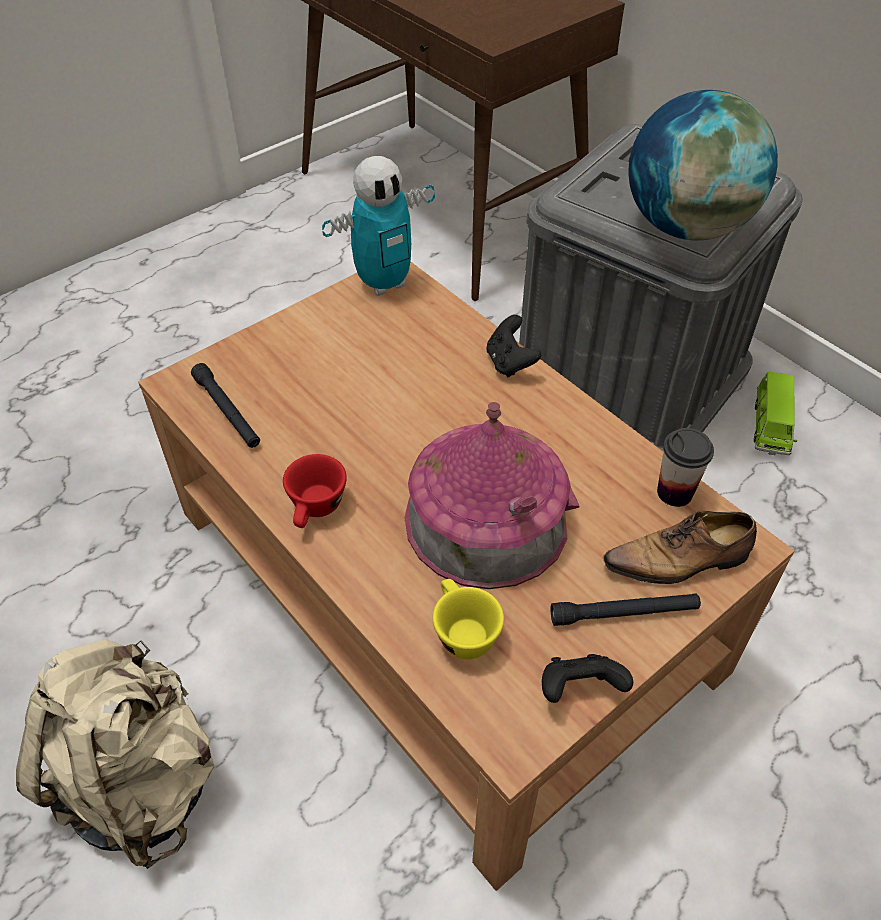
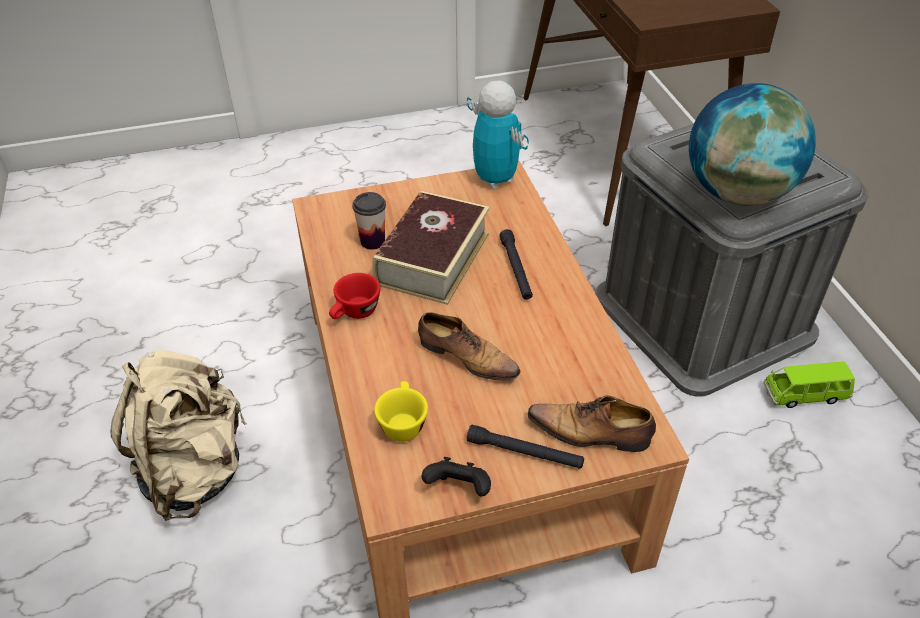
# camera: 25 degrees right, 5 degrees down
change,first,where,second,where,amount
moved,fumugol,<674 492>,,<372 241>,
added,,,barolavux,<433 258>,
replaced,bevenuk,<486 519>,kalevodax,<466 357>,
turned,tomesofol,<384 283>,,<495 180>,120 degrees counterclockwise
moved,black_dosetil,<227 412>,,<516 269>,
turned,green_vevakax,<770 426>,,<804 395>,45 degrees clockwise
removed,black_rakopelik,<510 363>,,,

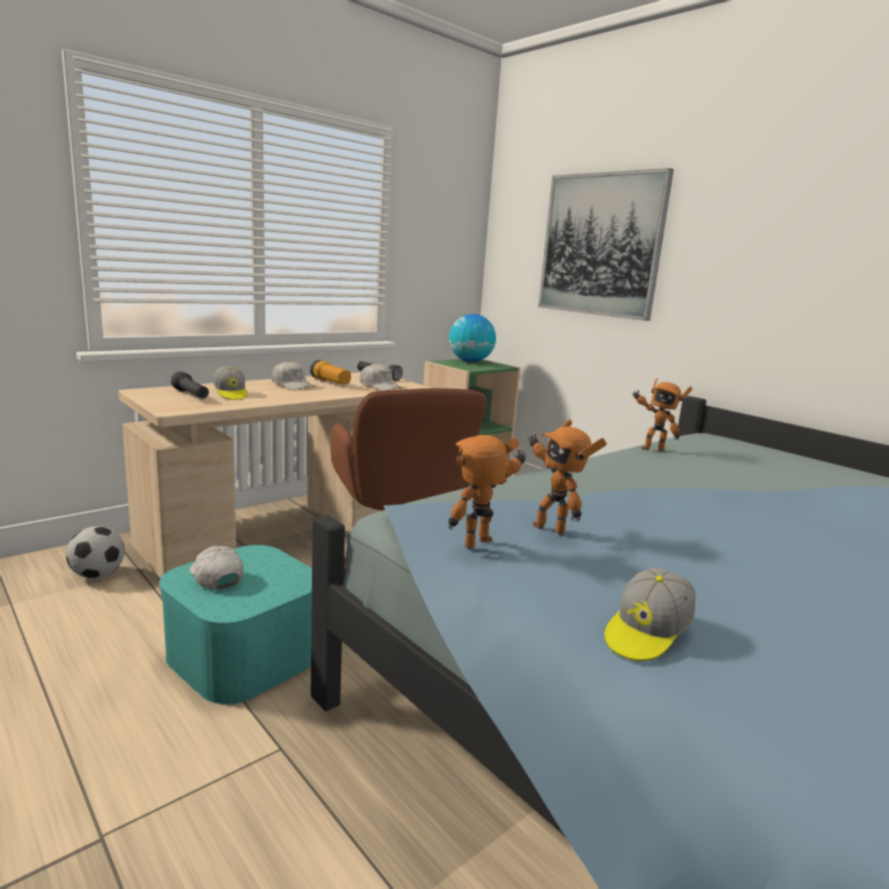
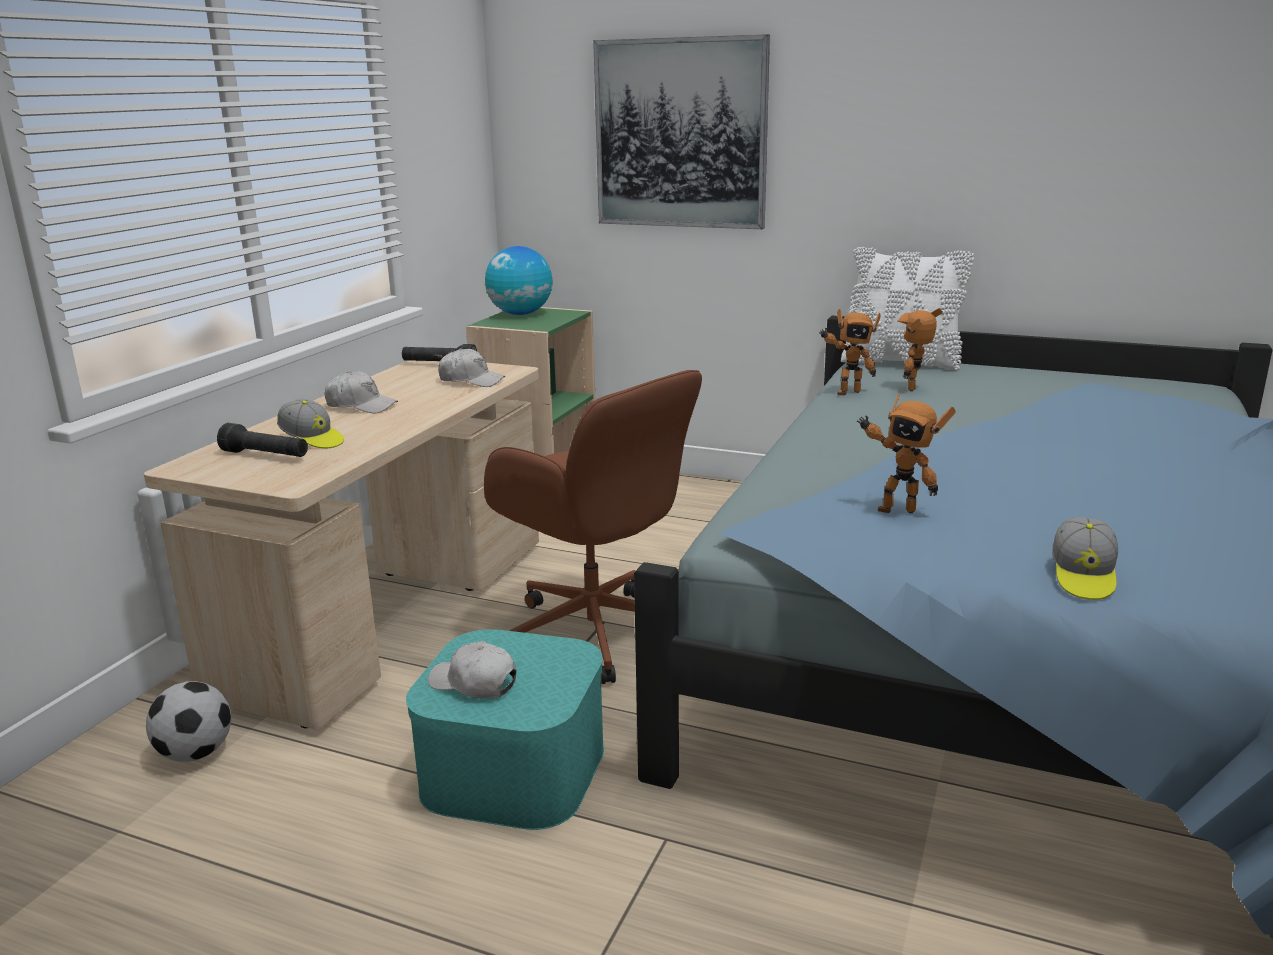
# camera: 25 degrees left, 5 degrees up
change,first,where,second,where,amount
added,,,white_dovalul,<901 362>,
moved,tomesofol,<482 546>,,<915 388>,
removed,dosetil,<330 382>,,,

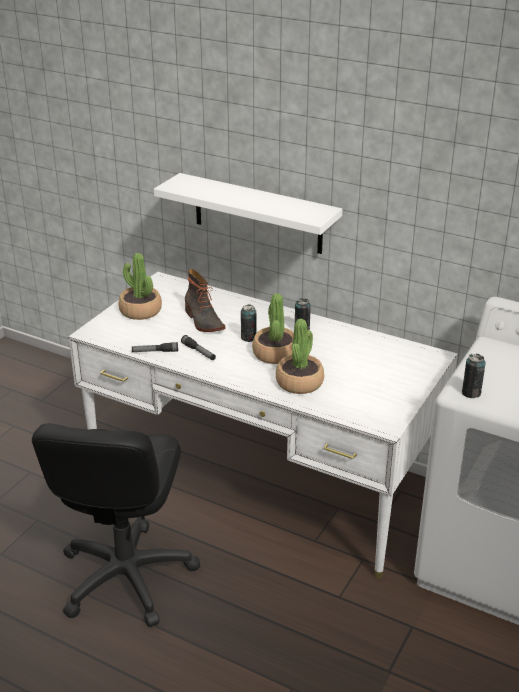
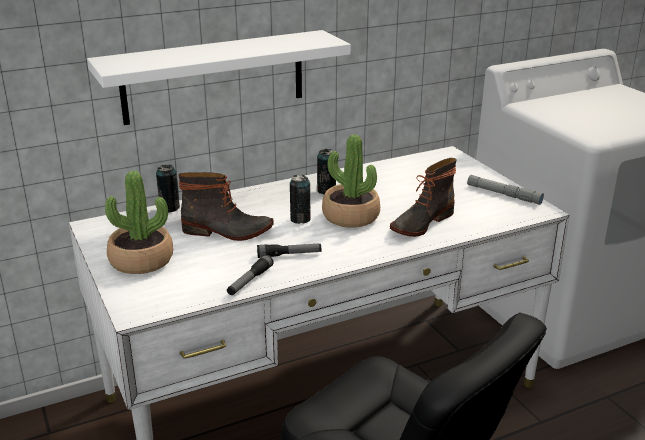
# camera: 55 degrees left, 5 degrees down
change,first,where,second,where,amount
moved,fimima,<471 393>,,<169 208>,
replaced,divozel,<299 382>,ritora,<421 223>,
added,,,grey_dosetil,<504 194>,

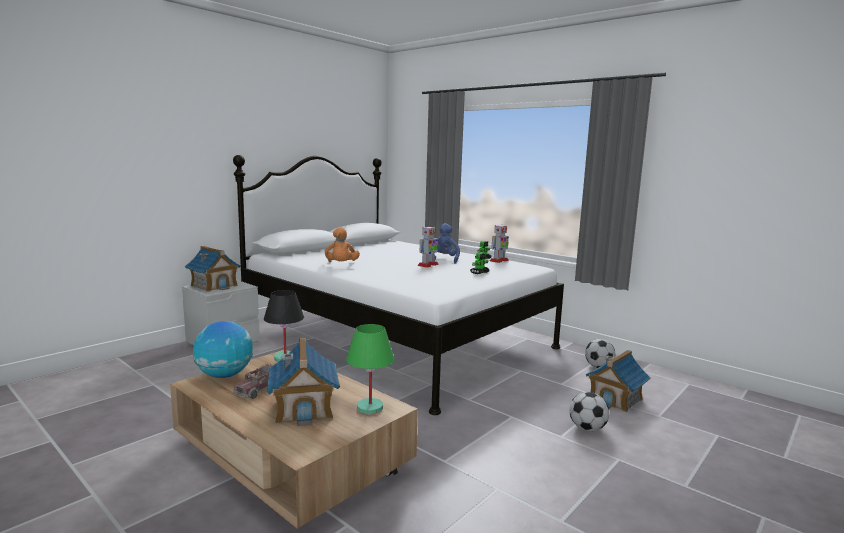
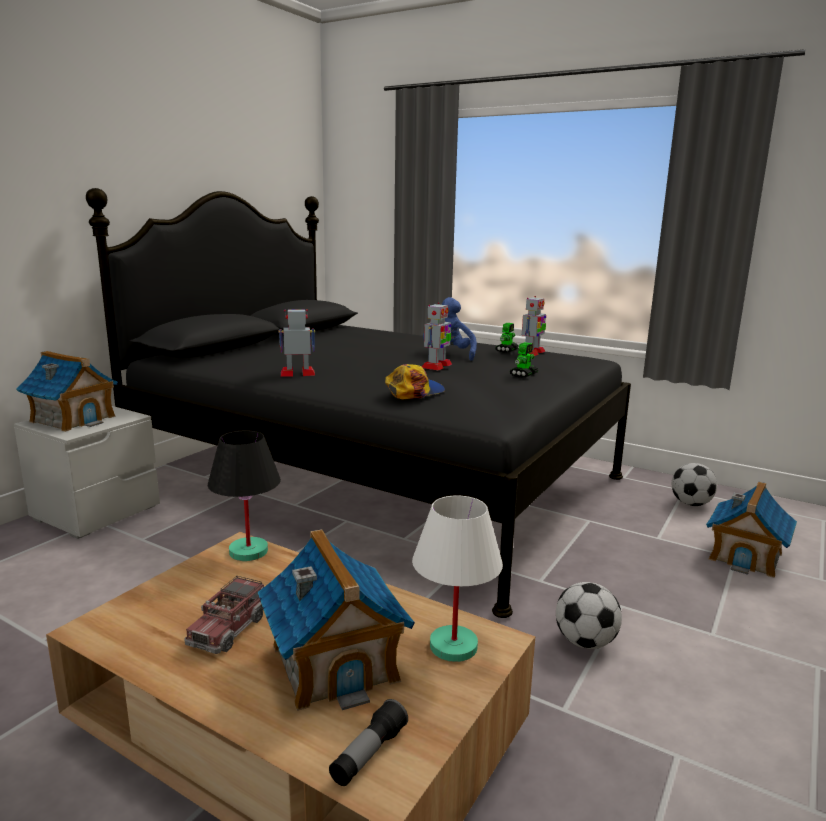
# camera: 10 degrees left, 5 degrees up
change,first,where,second,where,amount
recoloured,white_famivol,<396 339>,black_famivol,<379 481>,
replaced,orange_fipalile,<341 265>,tomesofol,<298 373>,
added,,,dosetil,<368 754>,
added,,,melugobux,<414 391>,
recoloured,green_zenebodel,<369 408>,white_zenebodel,<453 647>,
moved,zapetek,<587 428>,,<585 642>,
removed,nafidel,<224 375>,,,

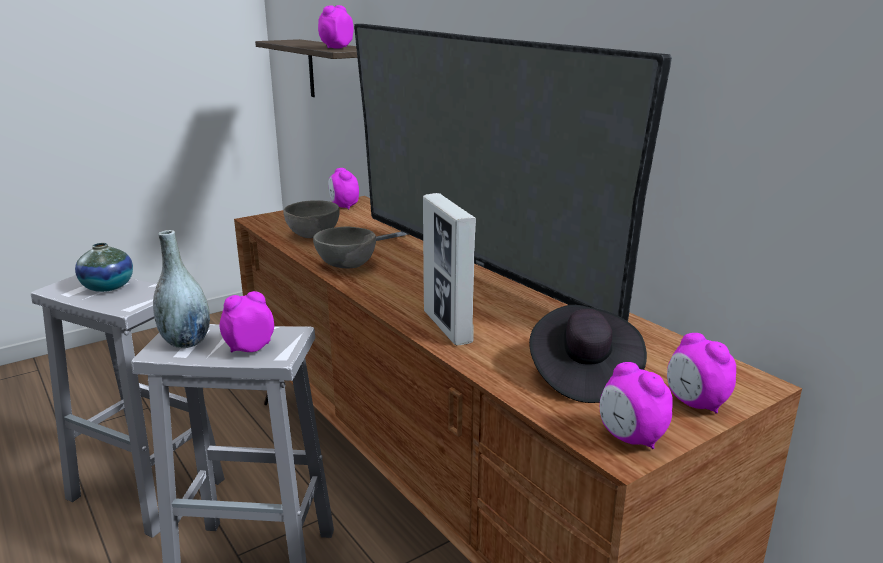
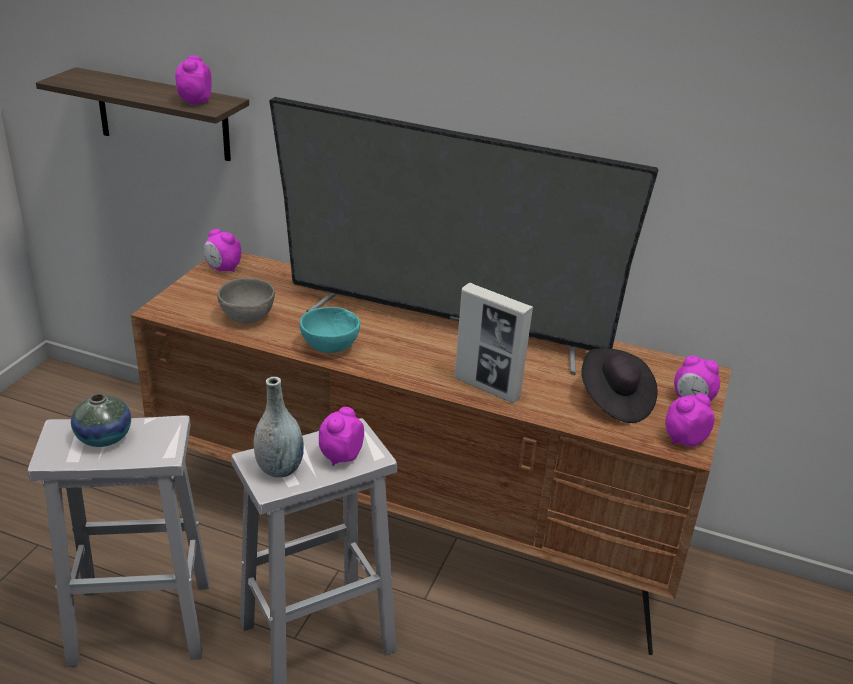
# camera: 35 degrees left, 10 degrees up
change,first,where,second,where,amount
recoloured,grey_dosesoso,<346 266>,turquoise_dosesoso,<331 348>,
turned,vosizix,<630 438>,,<684 439>,135 degrees clockwise

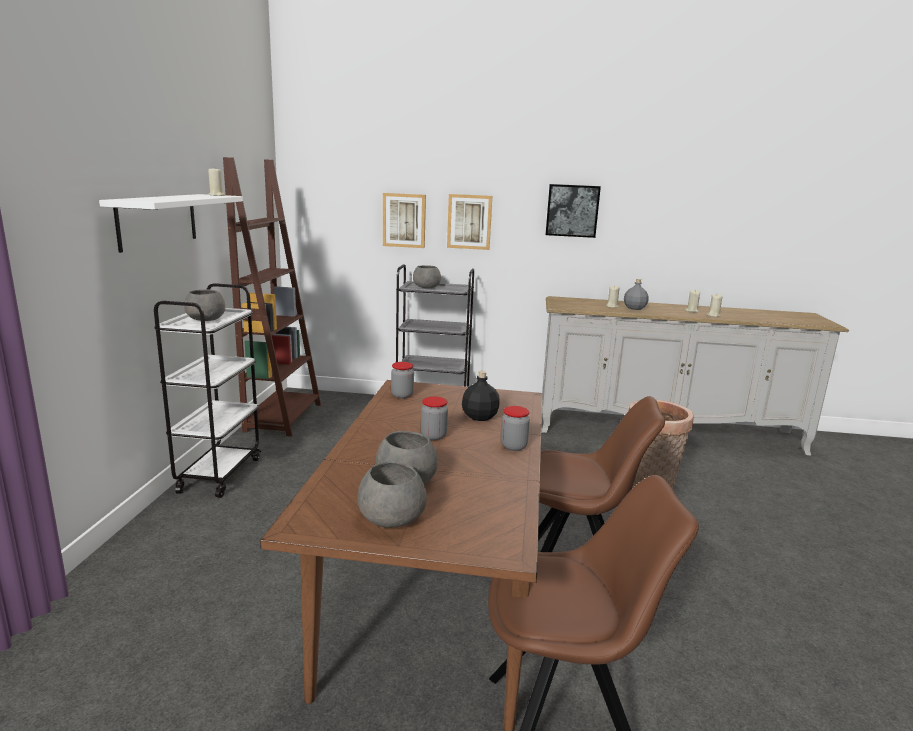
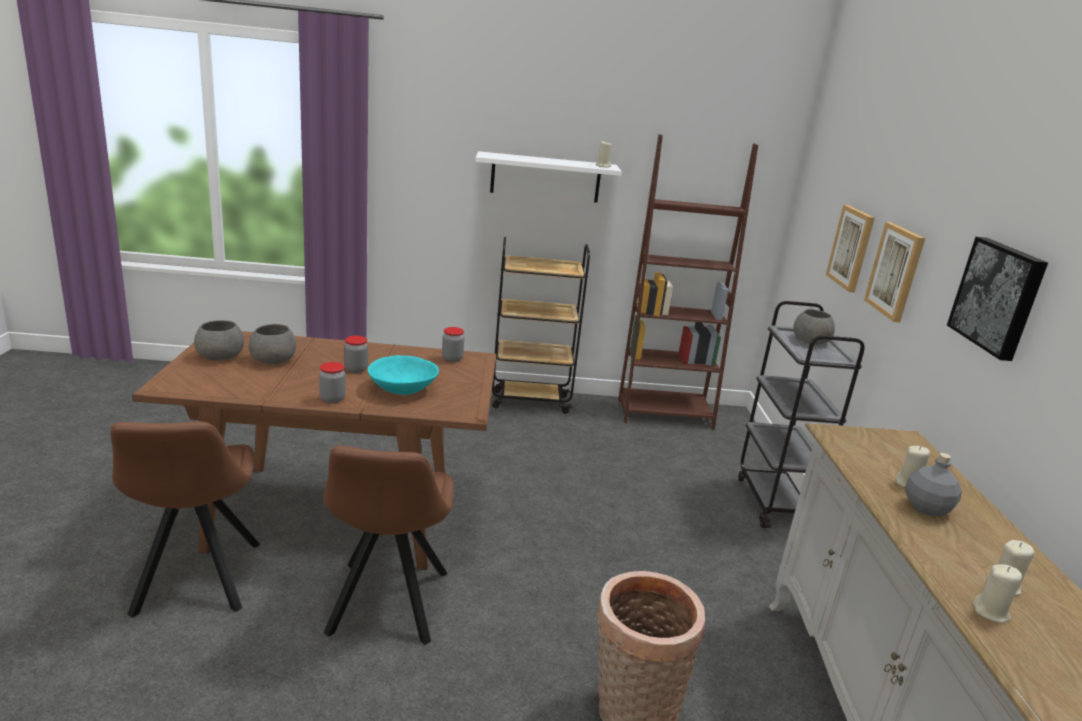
# camera: 80 degrees right, 5 degrees up
change,first,where,second,where,amount
replaced,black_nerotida,<480 417>,turquoise_dosesoso,<403 389>,
recoloured,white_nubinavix,<219 475>,brown_nubinavix,<531 402>,
removed,grey_dosesoso,<206 319>,,,

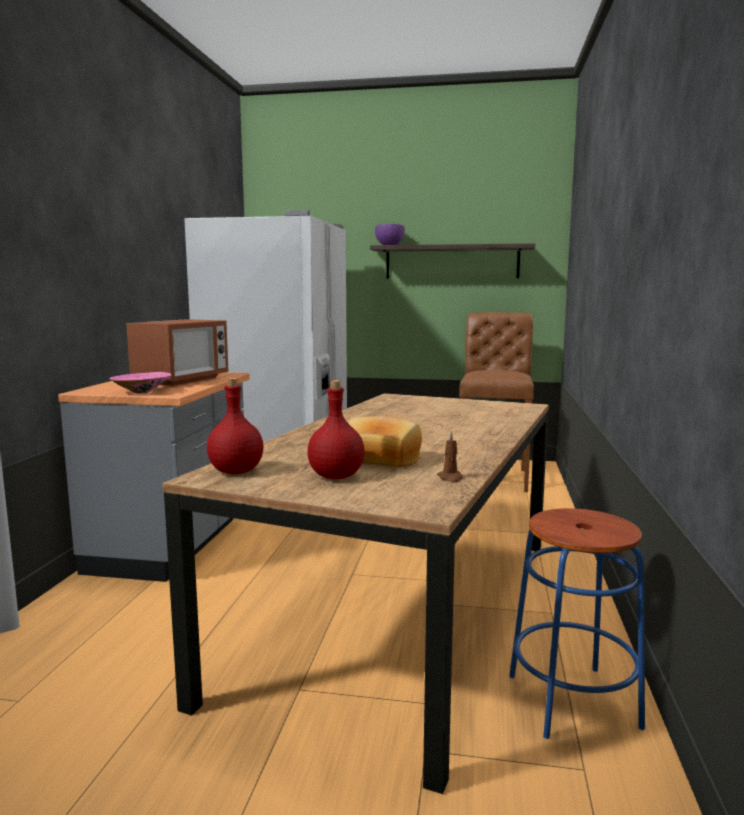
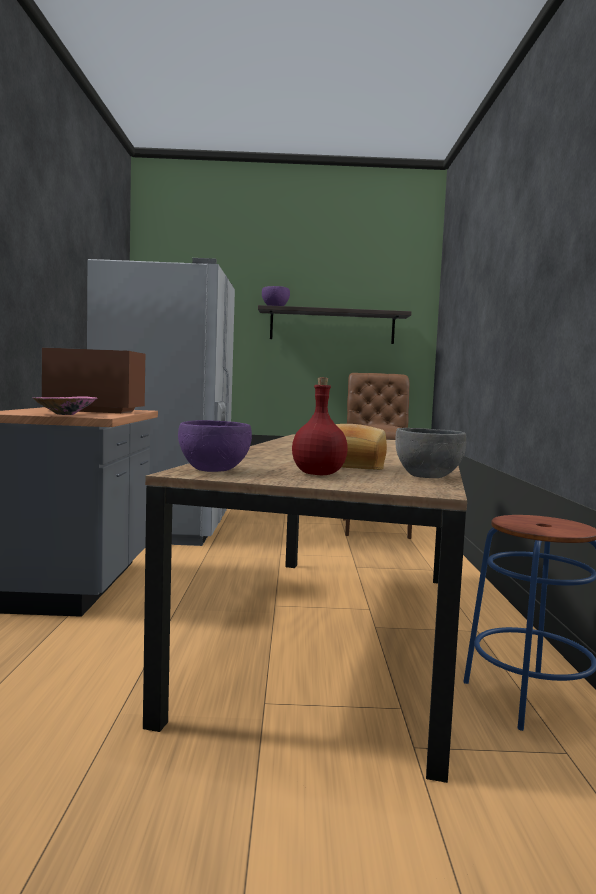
# camera: 10 degrees left, 5 degrees down
change,first,where,second,where,amount
turned,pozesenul,<181 380>,,<95 411>,105 degrees counterclockwise
replaced,red_nerotida,<235 472>,purple_dosesoso,<213 470>,
replaced,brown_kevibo,<450 478>,grey_dosesoso,<427 476>,

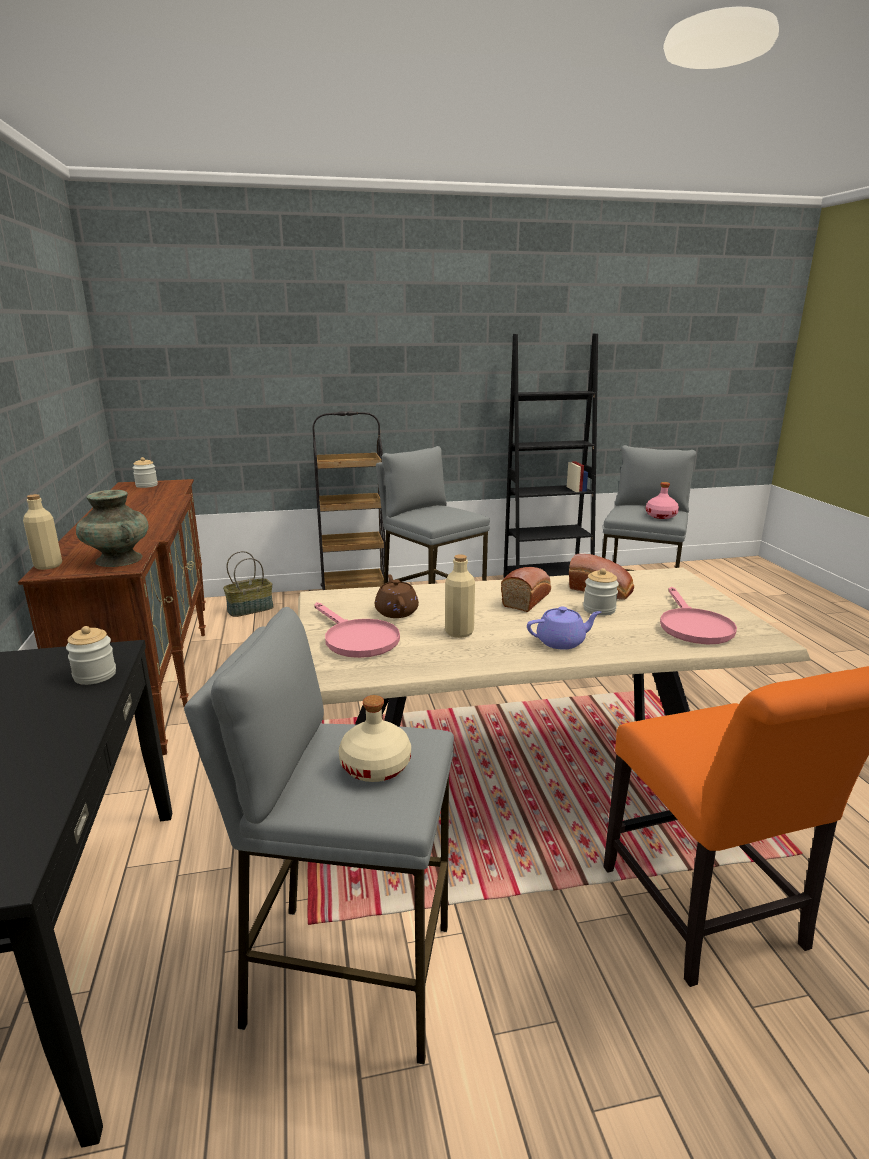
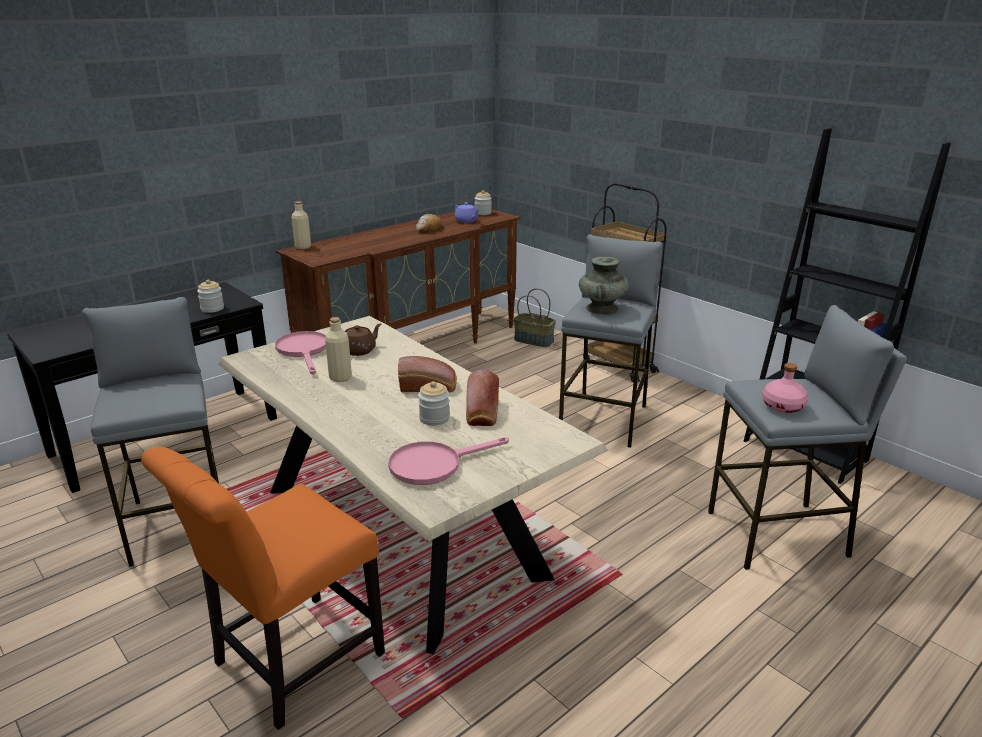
# camera: 60 degrees right, 5 degrees up
change,first,where,second,where,amount
turned,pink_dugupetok,<356 639>,,<304 351>,135 degrees clockwise
added,,,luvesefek,<428 229>,
moved,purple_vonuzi,<562 642>,,<466 221>,
moved,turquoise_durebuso,<119 560>,,<602 309>,
removed,beige_nerotida,<376 766>,,,

